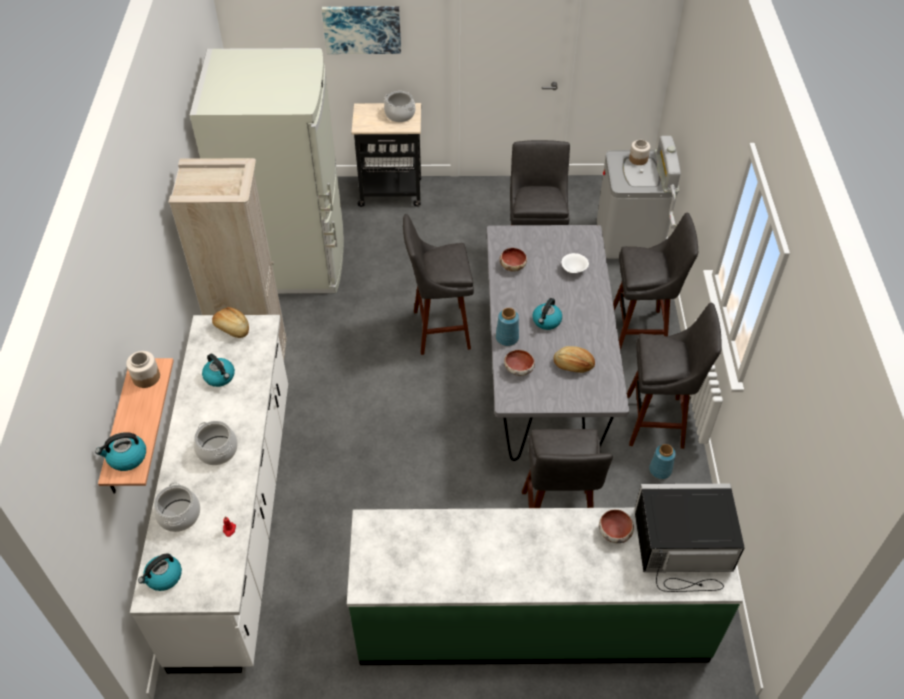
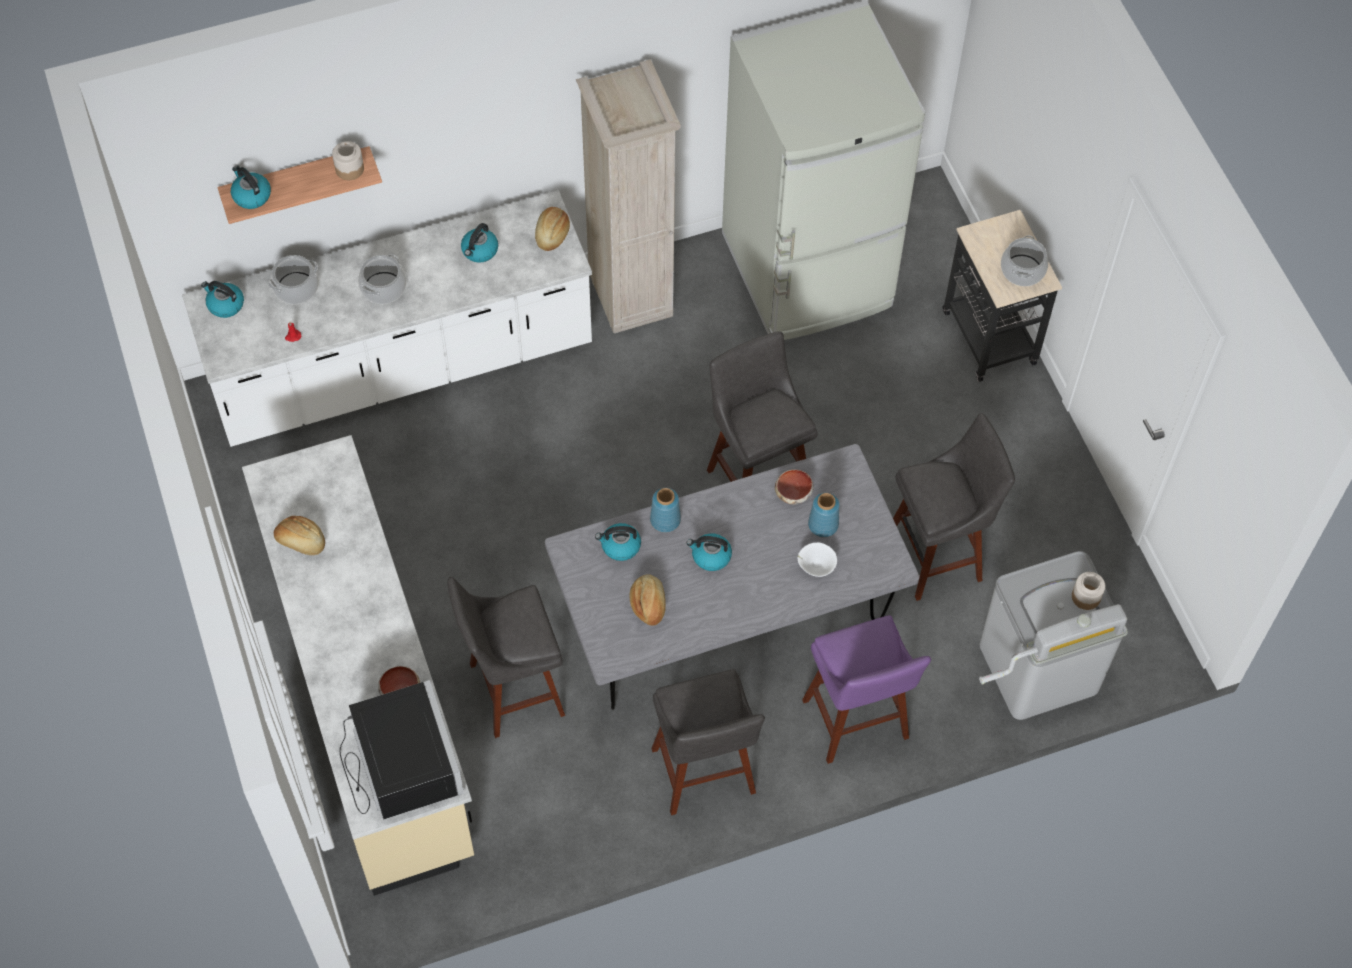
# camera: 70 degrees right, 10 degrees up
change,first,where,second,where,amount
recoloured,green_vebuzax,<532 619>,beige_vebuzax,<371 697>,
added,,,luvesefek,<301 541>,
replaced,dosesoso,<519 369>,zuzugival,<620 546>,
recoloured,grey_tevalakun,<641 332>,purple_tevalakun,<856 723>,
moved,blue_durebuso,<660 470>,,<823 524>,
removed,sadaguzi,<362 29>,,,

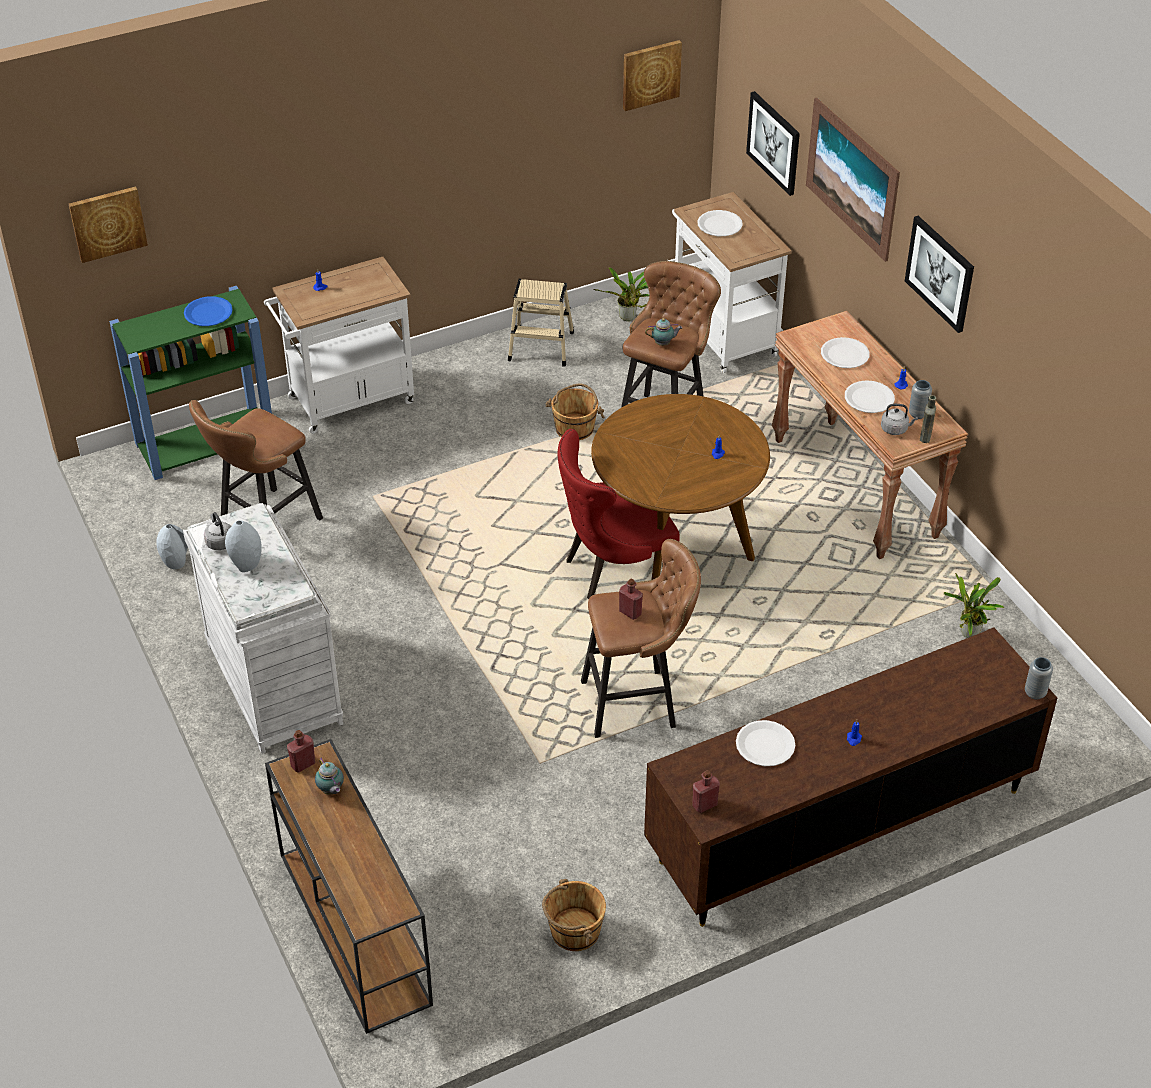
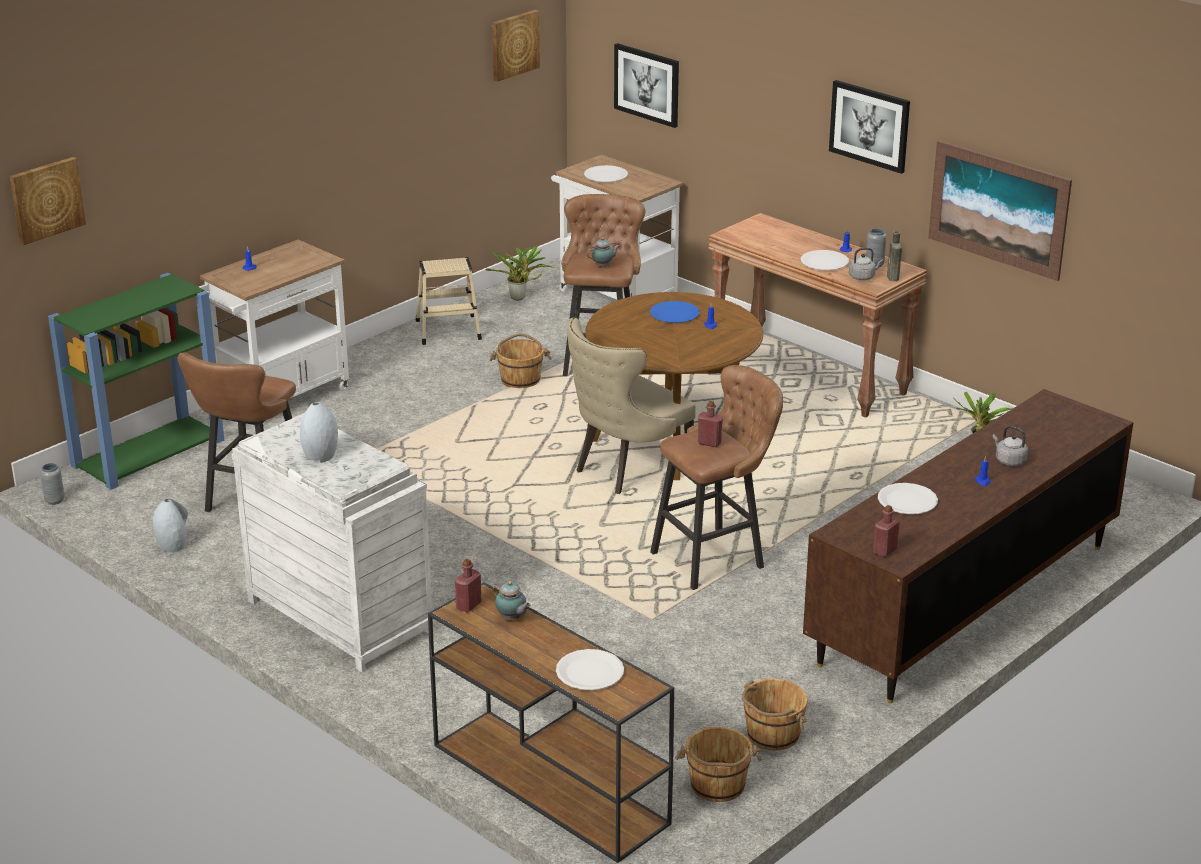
# camera: 20 degrees left, 15 degrees down
change,first,where,second,where,amount
moved,grey_durebuso,<1035 693>,,<55 500>,
moved,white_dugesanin,<845 354>,,<590 672>,
recoloured,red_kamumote,<613 570>,beige_kamumote,<626 469>,
moved,blue_dugesanin,<208 313>,,<674 314>,
added,,,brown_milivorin,<717 785>,
moved,sadaguzi,<852 178>,,<998 209>,
moved,grey_zuzugival,<219 542>,,<1009 460>,

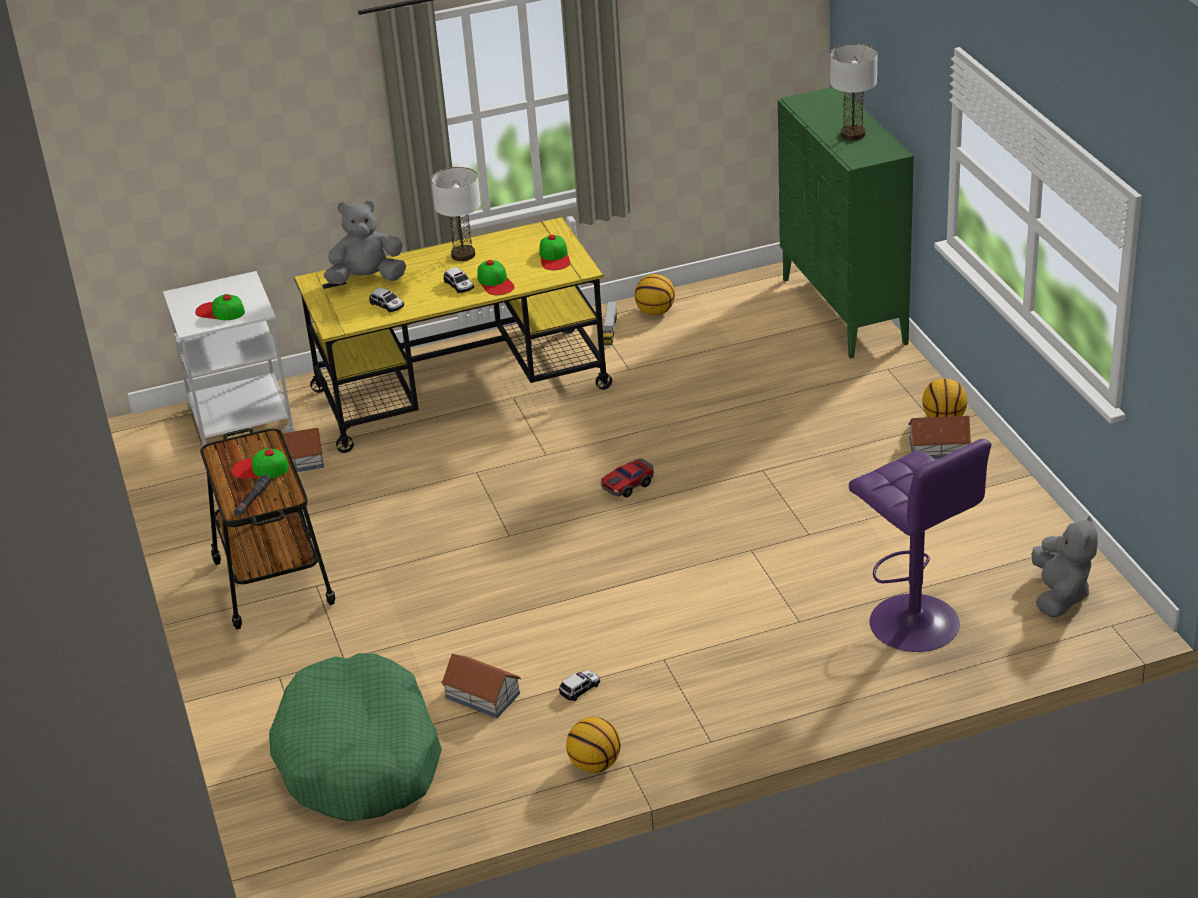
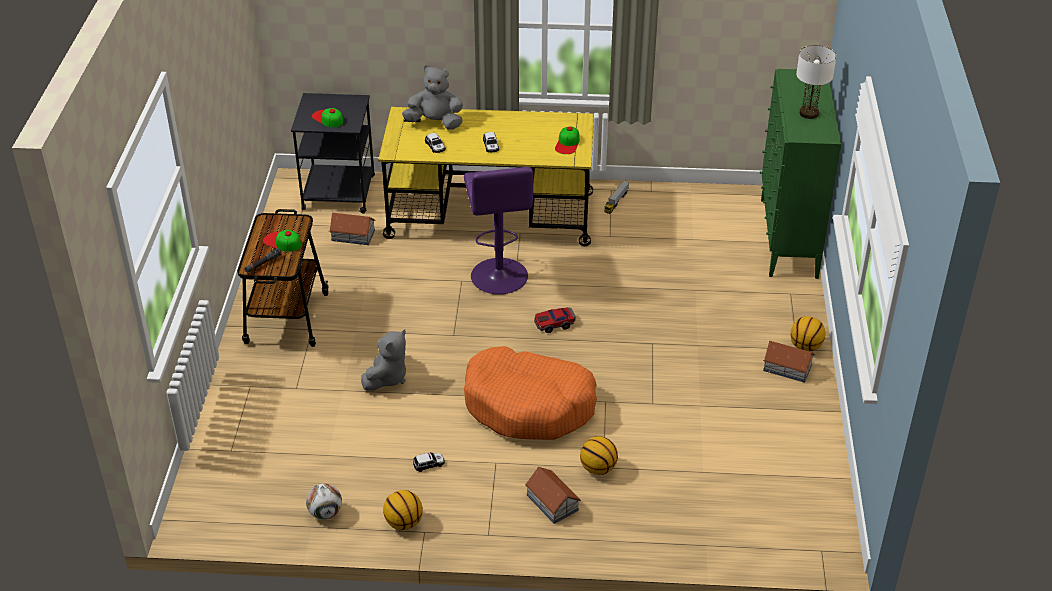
# camera: 20 degrees right, 5 degrees up
change,first,where,second,where,amount
recoloured,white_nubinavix,<242 419>,black_nubinavix,<340 193>,
added,,,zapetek,<325 513>,
moved,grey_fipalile,<1060 595>,,<387 377>,
moved,purple_tevalakun,<914 624>,,<498 276>,
added,,,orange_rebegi,<529 405>,
moved,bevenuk,<482 695>,,<552 502>,
moved,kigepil,<655 312>,,<598 468>,
removed,green_rebegi,<360 758>,,,
removed,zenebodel,<463 255>,,,
removed,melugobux,<495 282>,,,

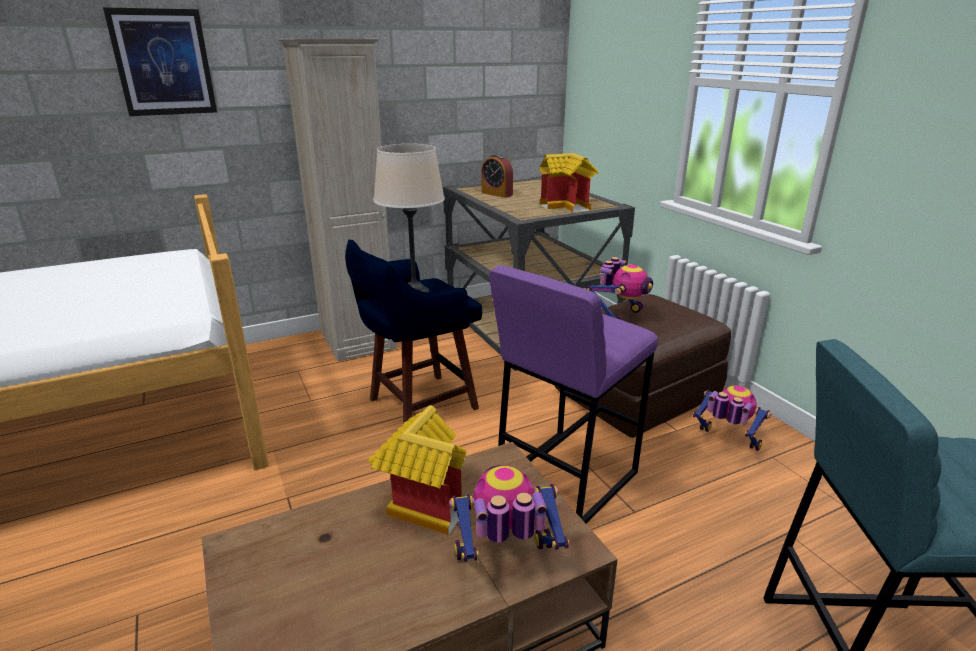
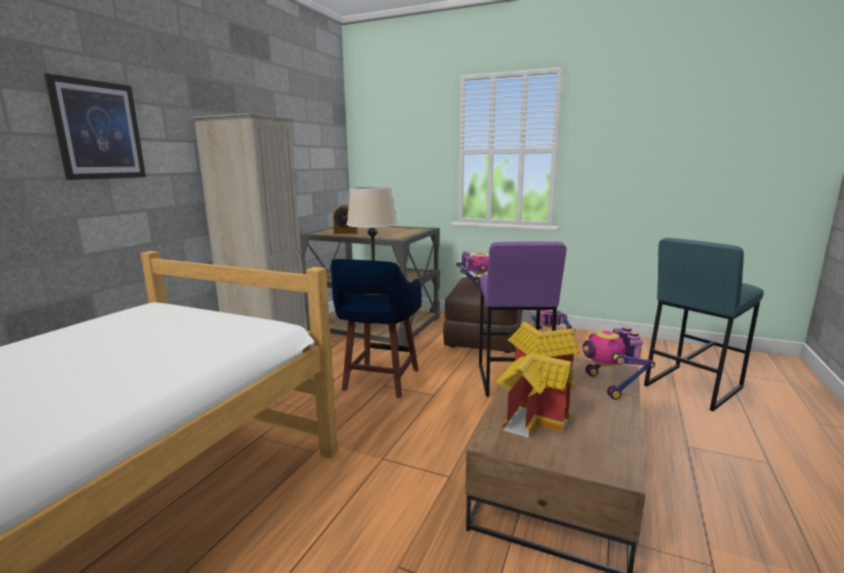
# camera: 40 degrees left, 10 degrees down
change,first,where,second,where,amount
moved,bevenuk,<568 206>,,<533 419>,
turned,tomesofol,<505 561>,,<609 385>,45 degrees counterclockwise

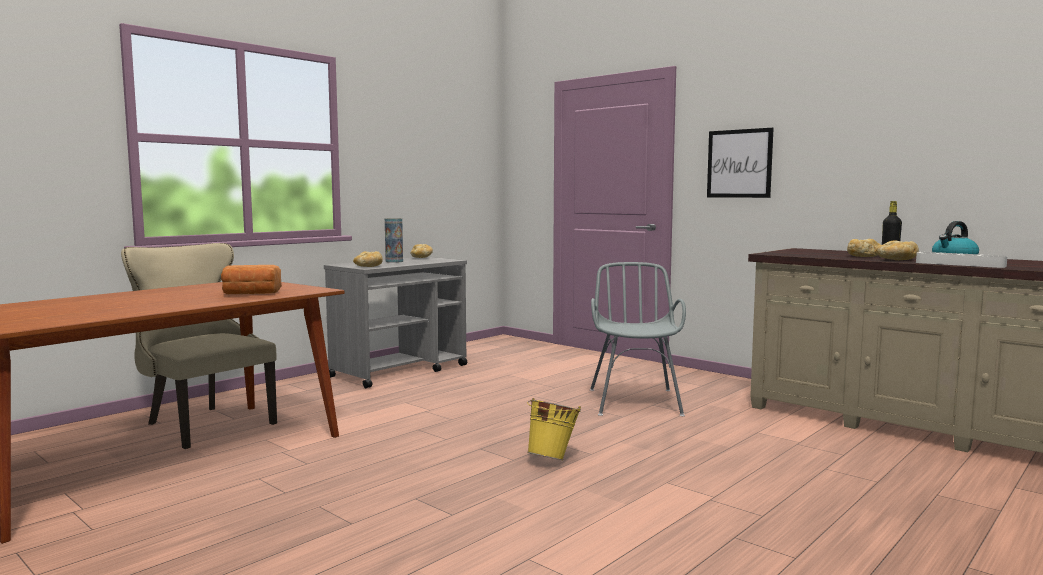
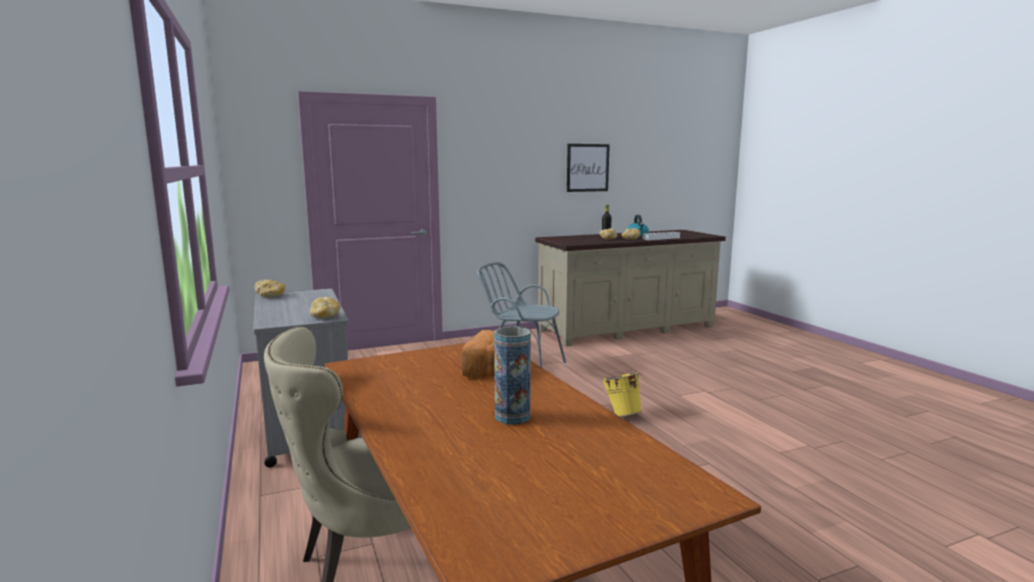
# camera: 65 degrees left, 5 degrees up
change,first,where,second,where,amount
moved,durebuso,<394 261>,,<512 417>,
moved,sadaguzi,<739 163>,,<587 167>,

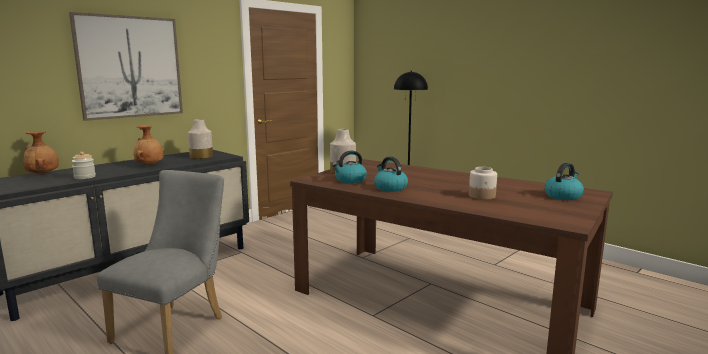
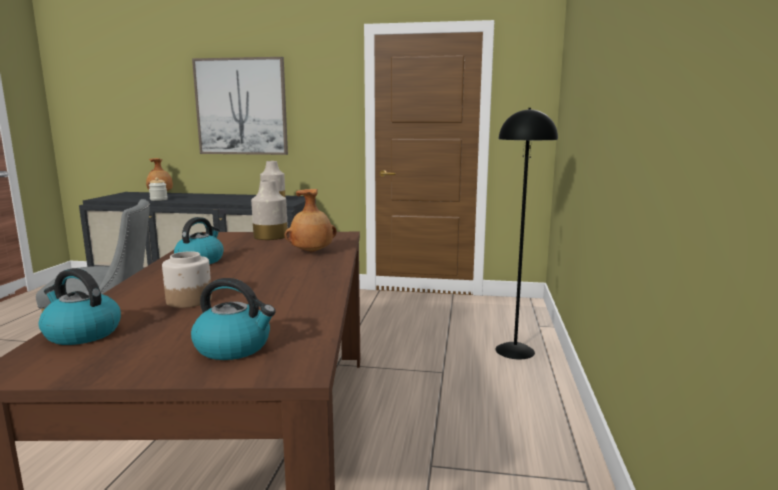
# camera: 55 degrees right, 0 degrees up
change,first,where,second,where,amount
moved,zuzugival,<350 180>,,<81 333>,
moved,brown_durebuso,<150 165>,,<312 252>,

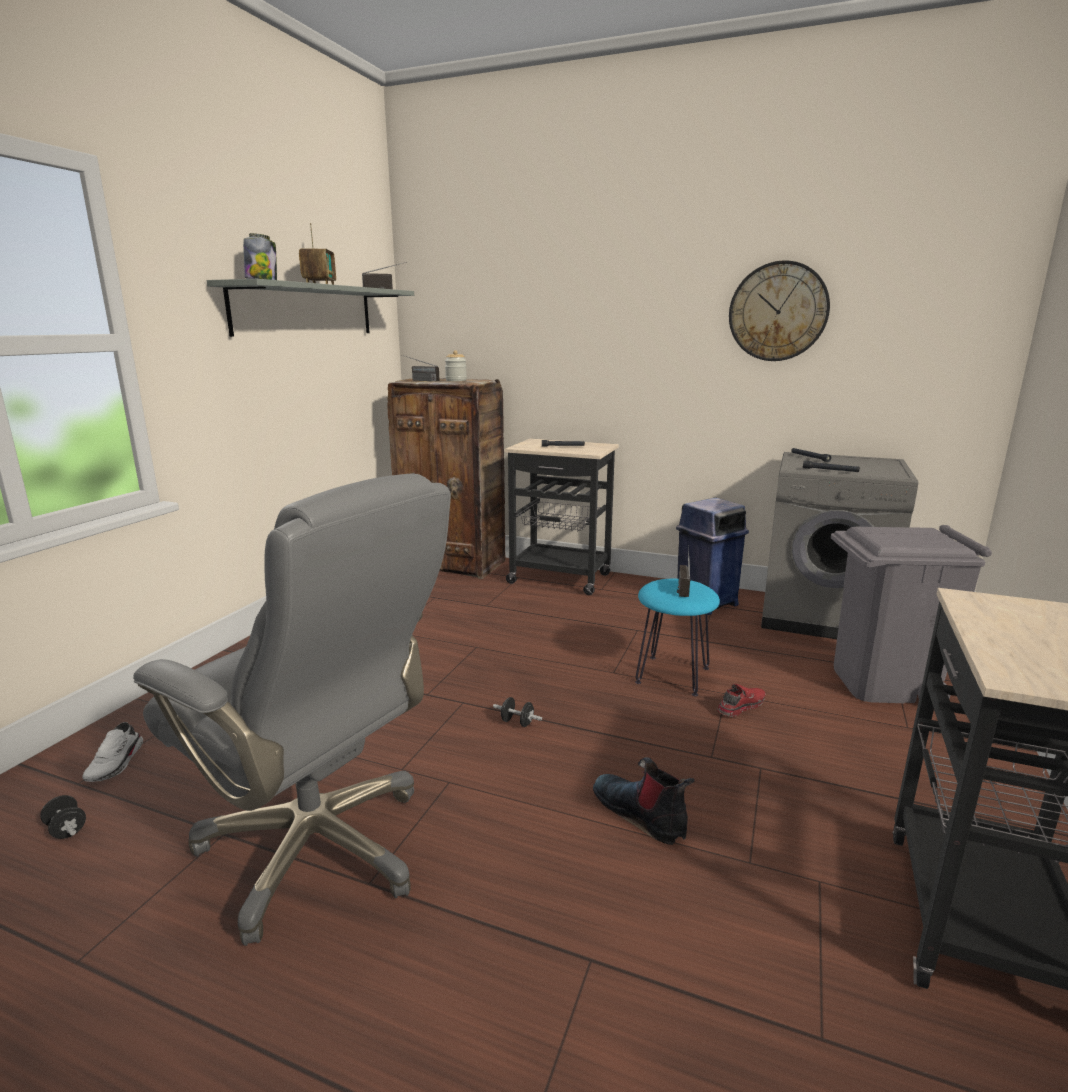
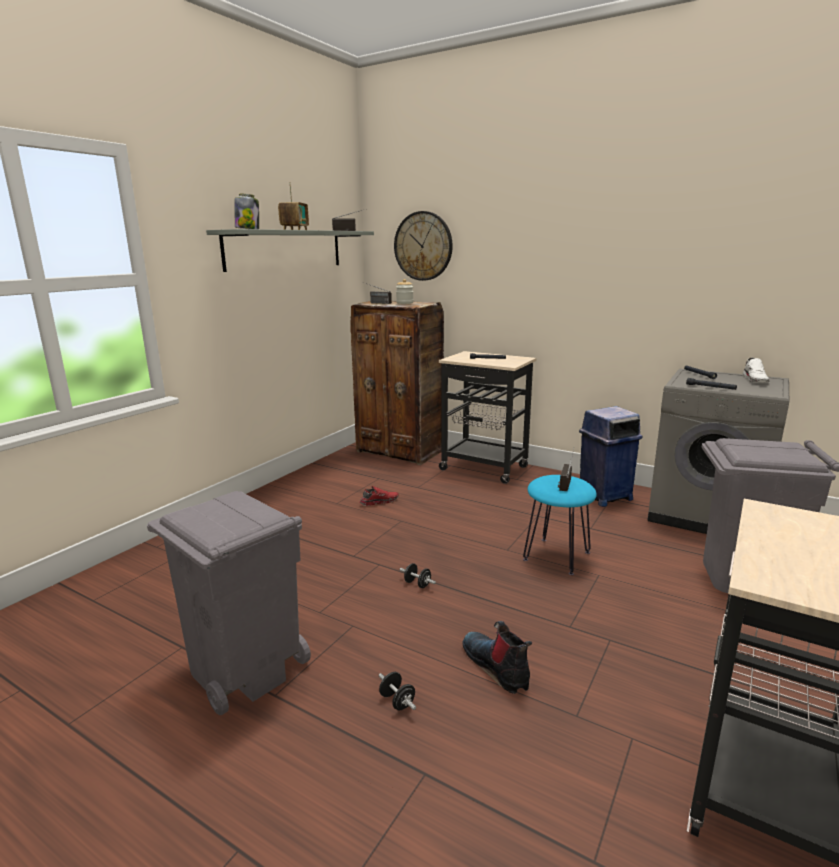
# camera: 10 degrees right, 0 degrees up
change,first,where,second,where,amount
replaced,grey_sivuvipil,<319 854>,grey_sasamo,<244 669>,
moved,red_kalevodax,<740 706>,,<379 501>,
moved,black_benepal,<66 829>,,<397 701>,
moved,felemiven,<778 312>,,<423 246>,
moved,white_kalevodax,<117 763>,,<755 380>,

